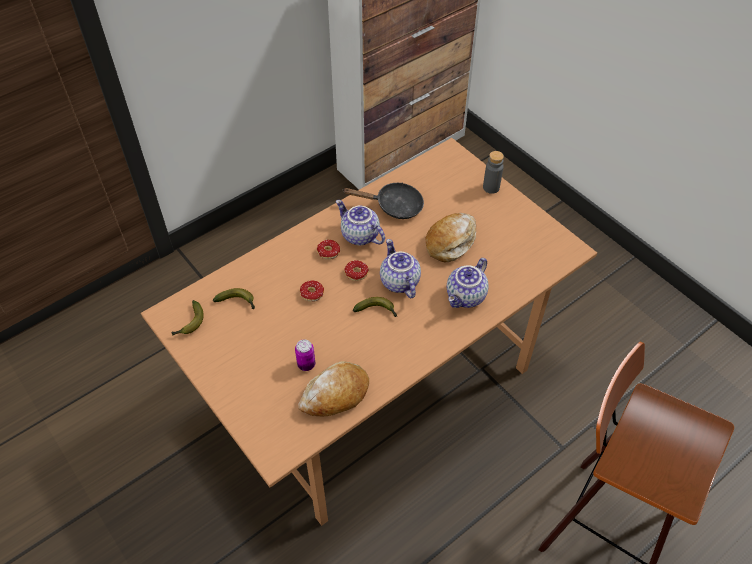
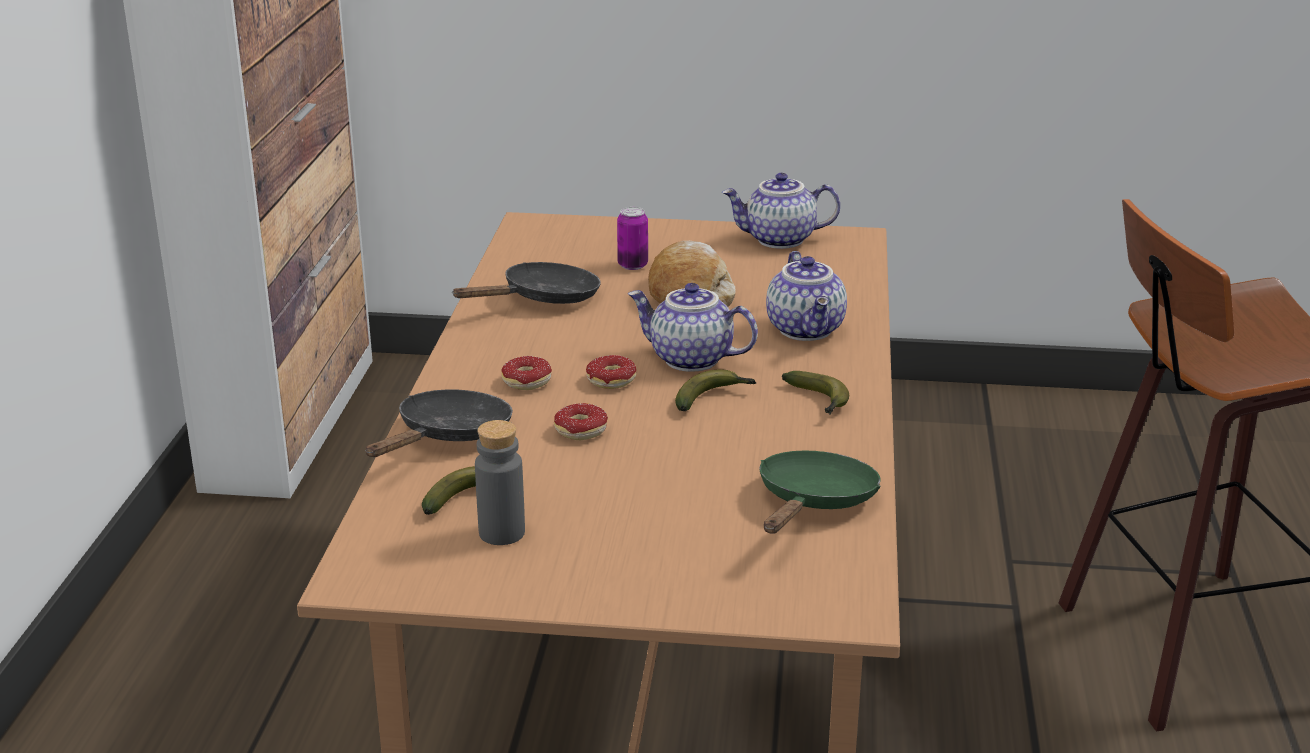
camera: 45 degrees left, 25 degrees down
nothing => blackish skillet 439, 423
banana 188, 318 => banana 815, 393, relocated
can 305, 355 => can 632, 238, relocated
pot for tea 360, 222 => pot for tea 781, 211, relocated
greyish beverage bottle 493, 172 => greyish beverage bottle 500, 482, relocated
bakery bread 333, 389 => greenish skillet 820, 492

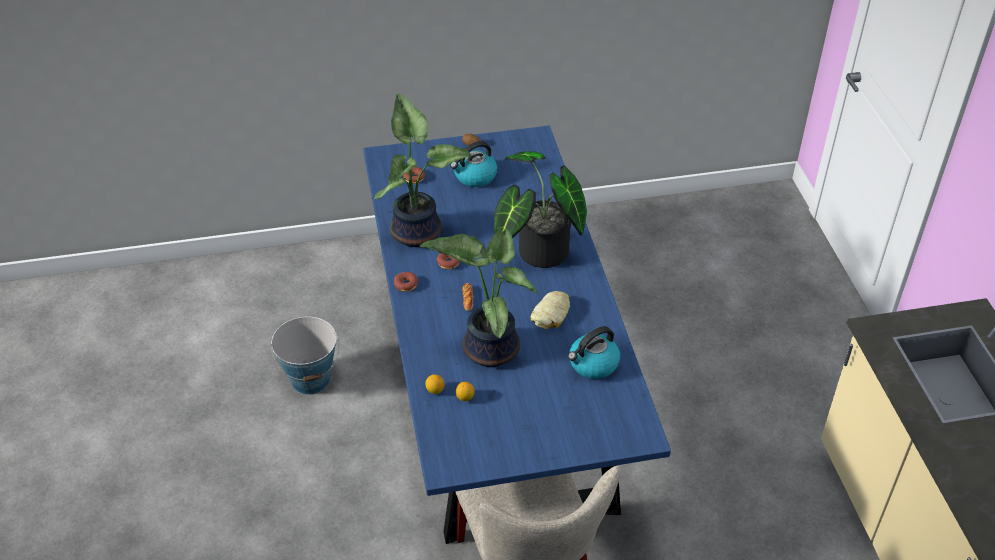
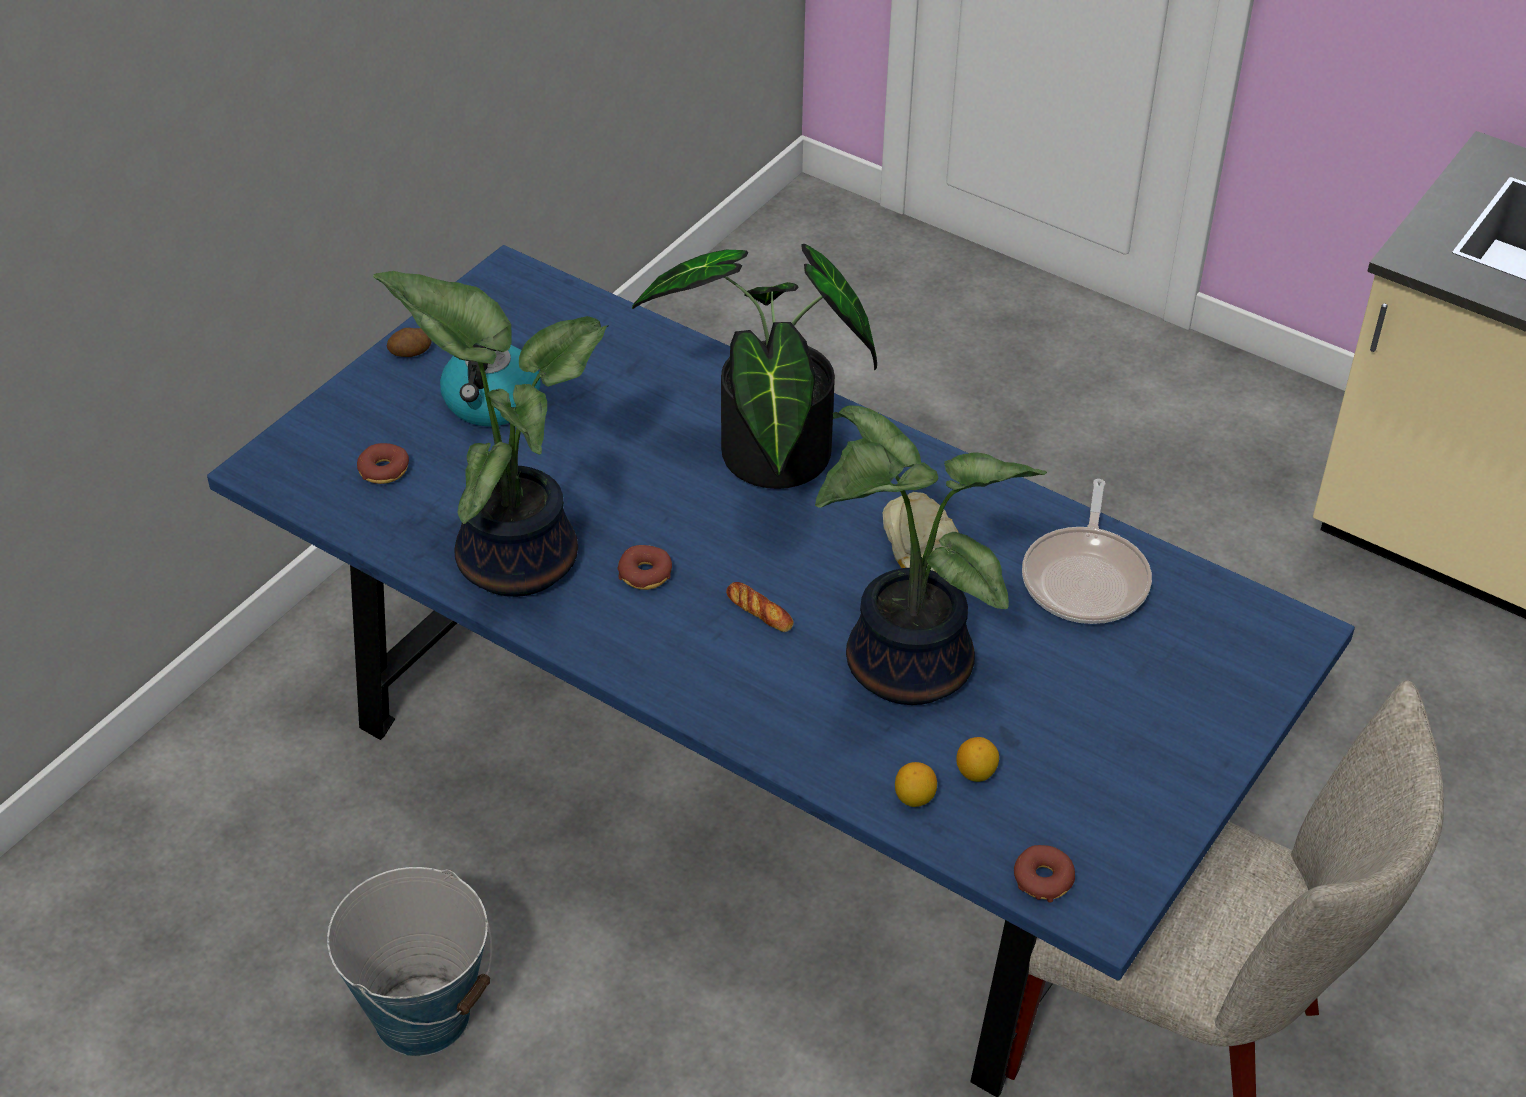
camera: 45 degrees left, 0 degrees up
ring doughnut 406, 282 => ring doughnut 1044, 874, relocated
water kettle 594, 352 => skillet 1087, 551

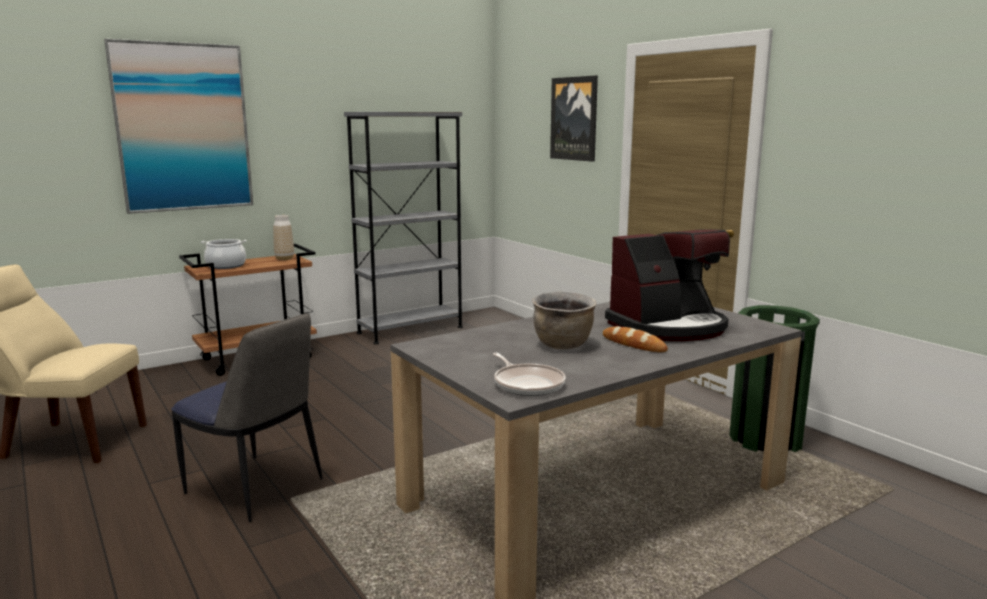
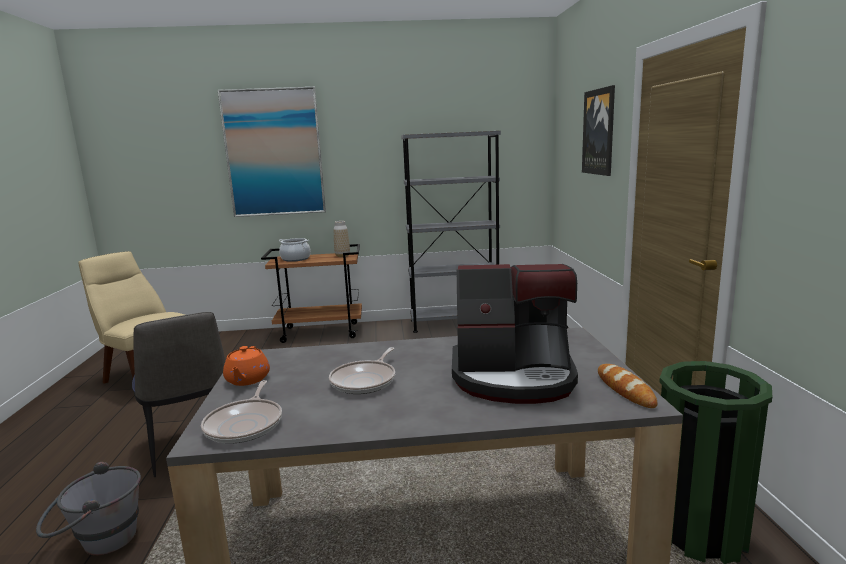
camera: 30 degrees right, 0 degrees up
nothing => greyish water bucket 88, 508
nothing => orangey pot for tea 246, 366
bakery bread 635, 339 => bakery bread 628, 386, relocated
brownish stockpot 564, 320 => skillet 362, 370

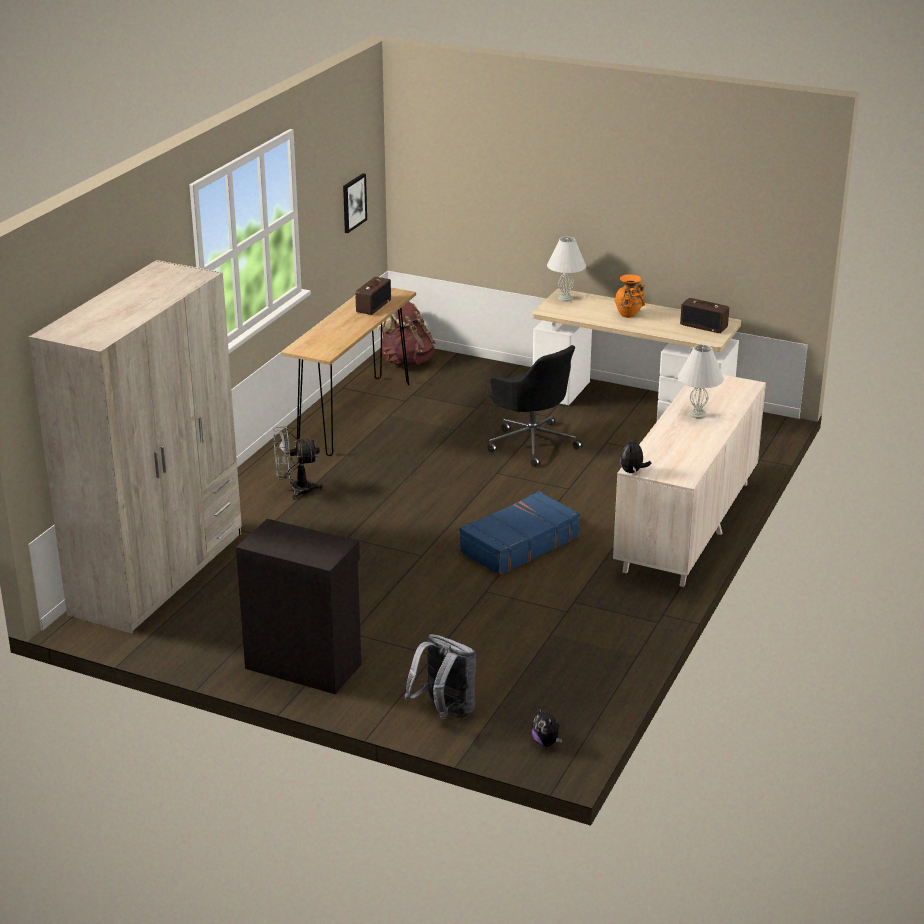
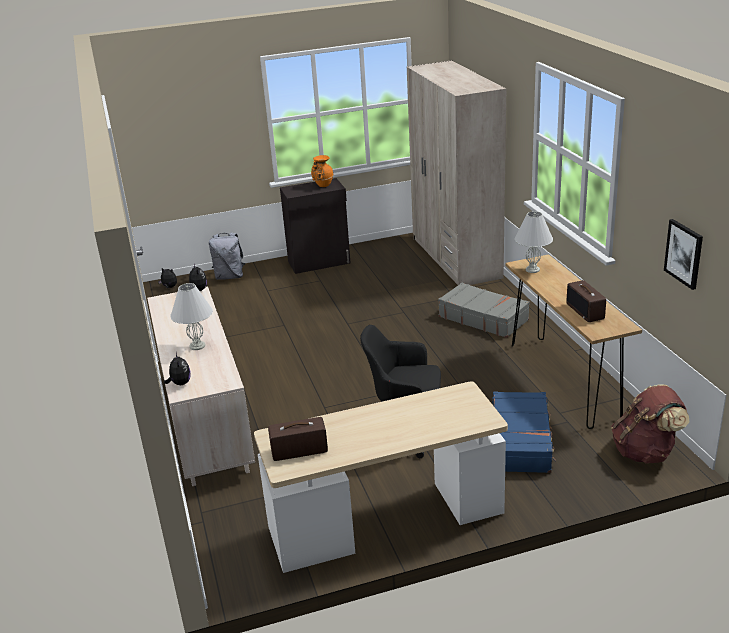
camera: 140 degrees right, 0 degrees up
nothing => soft toy 177, 368
blue piece of luggage 520, 533 => blue piece of luggage 524, 432, relocated
white-coloured table lamp 566, 269 => white-coloured table lamp 534, 242, relocated
orangey decorative vase 629, 296 => orangey decorative vase 322, 171, relocated
greyish cooling fan 298, 463 => greyish piece of luggage 484, 310

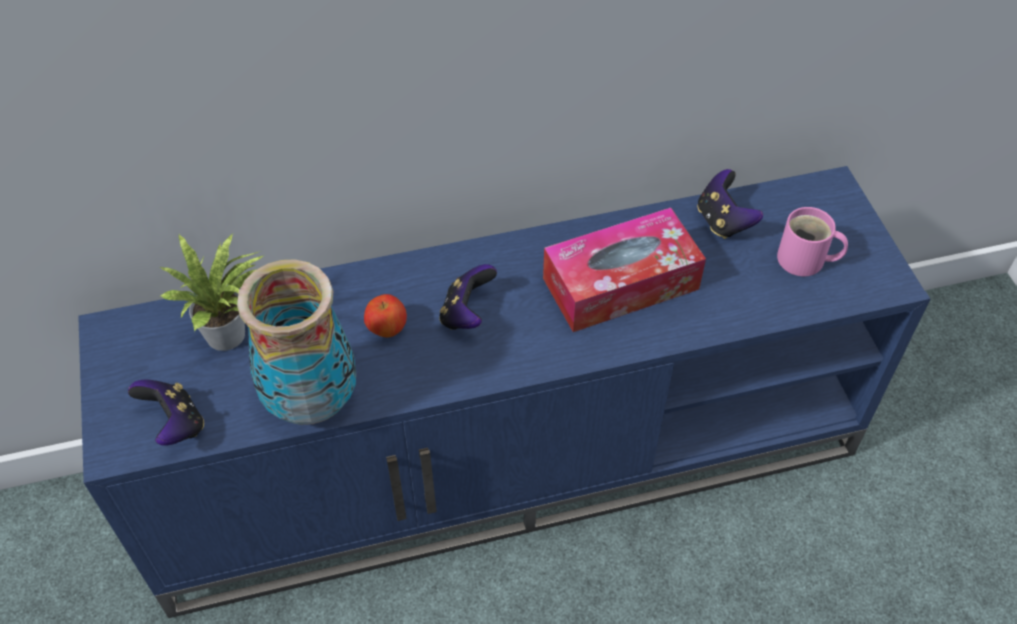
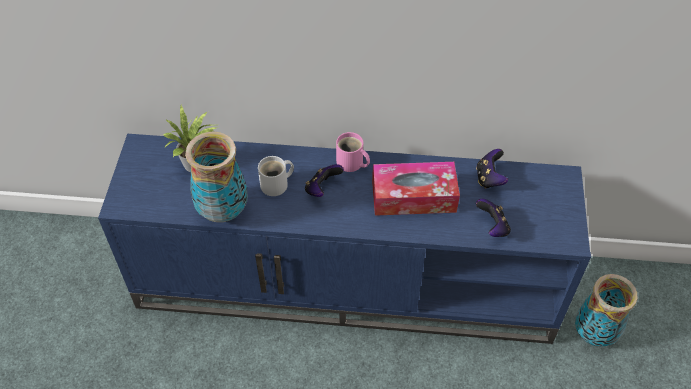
camera: 20 degrees right, 0 degrees up
nothing => decorative vase 606, 310
gamepad 166, 413 => gamepad 493, 218, relocated
pinkish coffee mug 812, 241 => pinkish coffee mug 353, 152, relocated
apple fruit 385, 316 => white-coloured coffee mug 276, 176

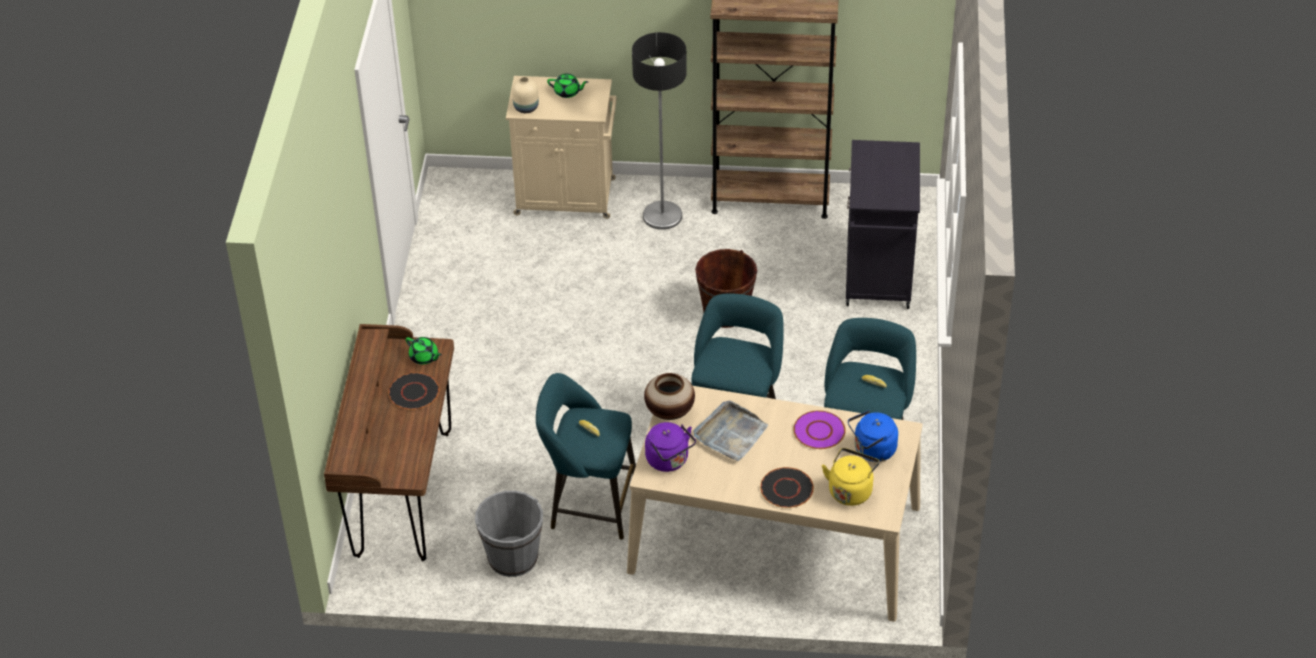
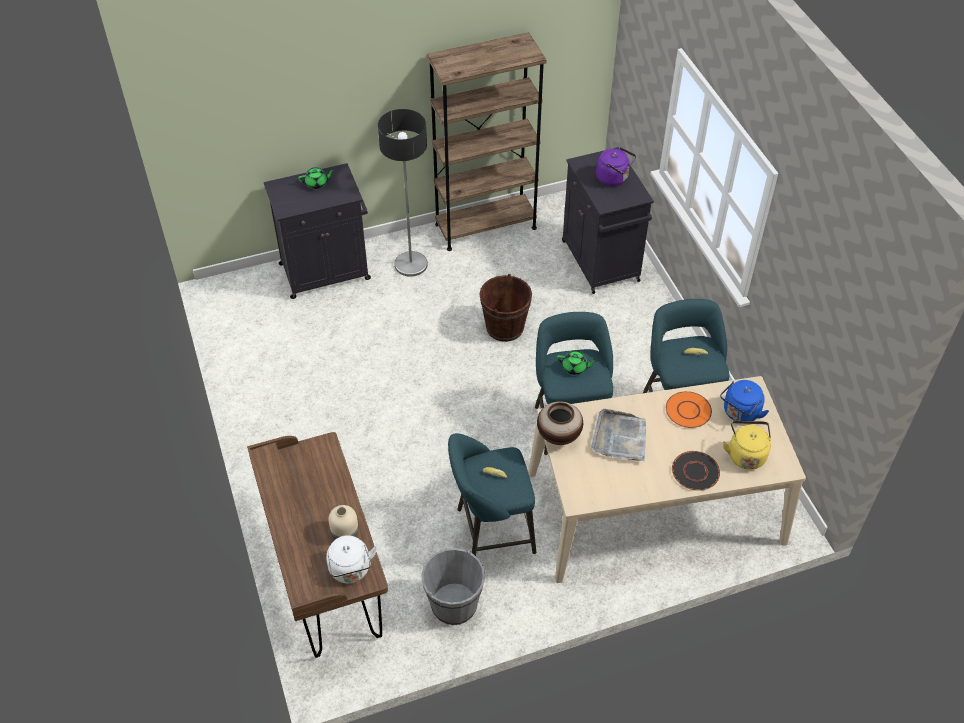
camera: 25 degrees left, 5 degrees up
blackish plate 413, 391 => nothing
nothing => white-coloured water kettle 351, 559
greenish pot for tea 424, 350 => greenish pot for tea 576, 362, relocated
beige-coloured decorative vase 525, 94 => beige-coloured decorative vase 343, 522, relocated
purplish water kettle 670, 447 => purplish water kettle 616, 166, relocated
beige-coloured cabinet 561, 147 => blackish cabinet 317, 231
purplish plate 819, 429 => orangey plate 689, 409

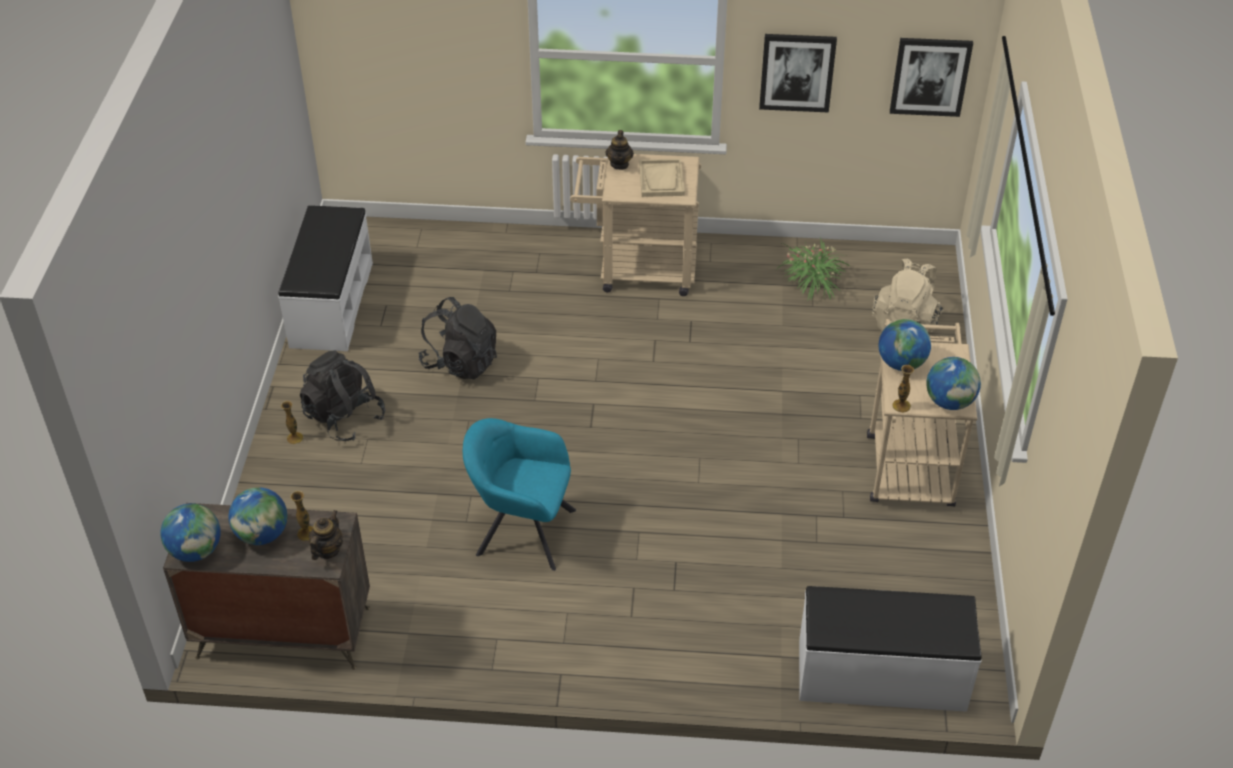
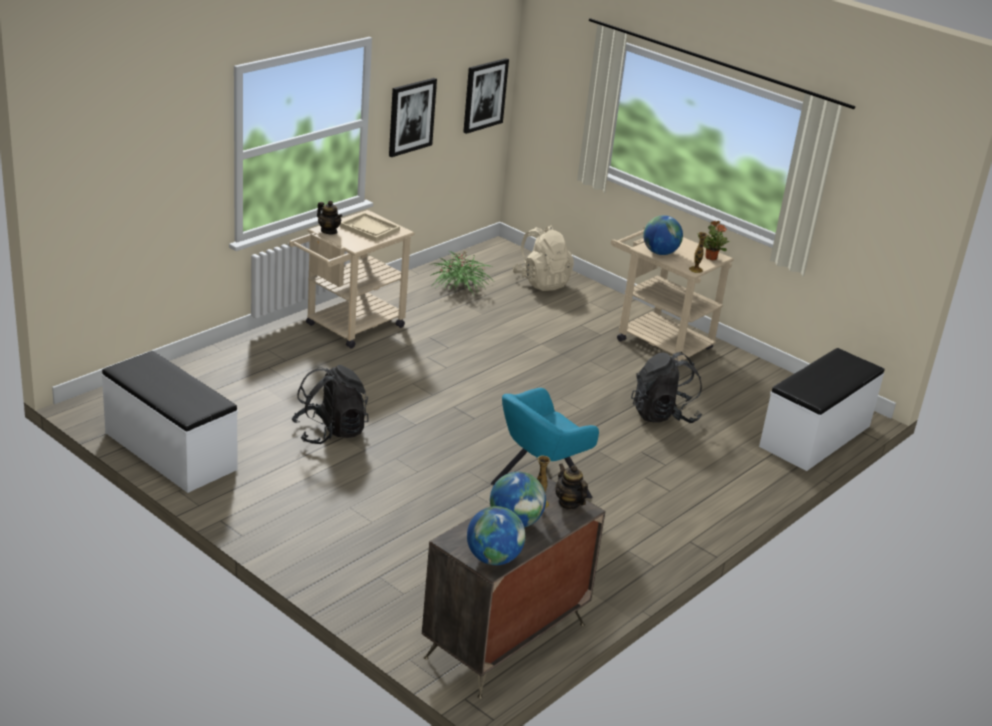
camera: 55 degrees left, 15 degrees down
decorative vase 292, 422 => nothing
blackish backpack 342, 395 => blackish backpack 666, 387, relocated
globe 953, 383 => plant in a pot 713, 240

